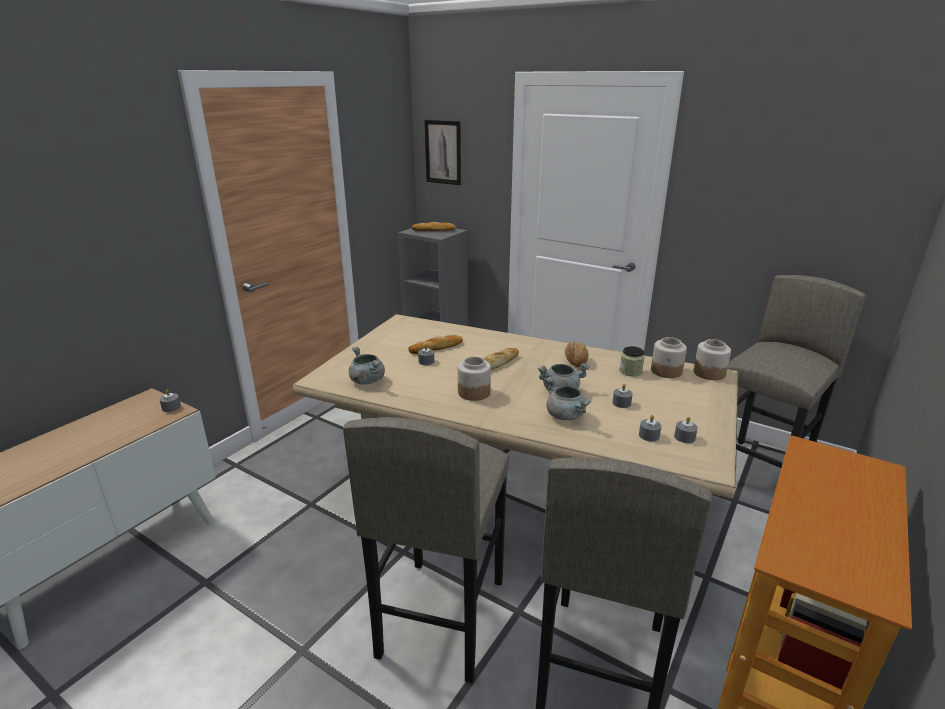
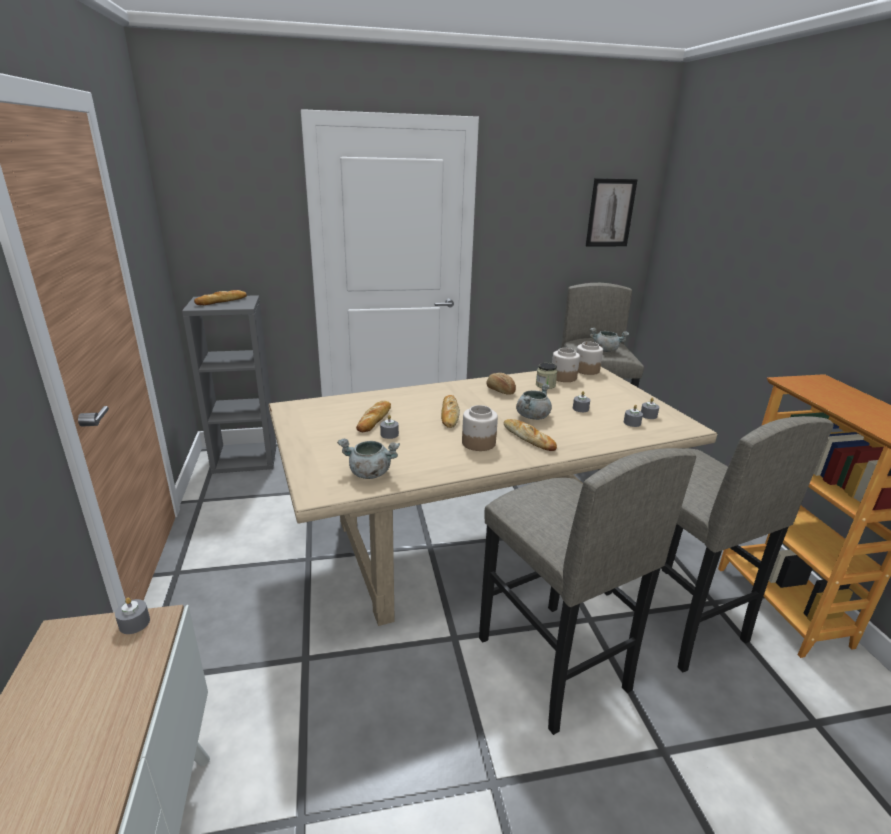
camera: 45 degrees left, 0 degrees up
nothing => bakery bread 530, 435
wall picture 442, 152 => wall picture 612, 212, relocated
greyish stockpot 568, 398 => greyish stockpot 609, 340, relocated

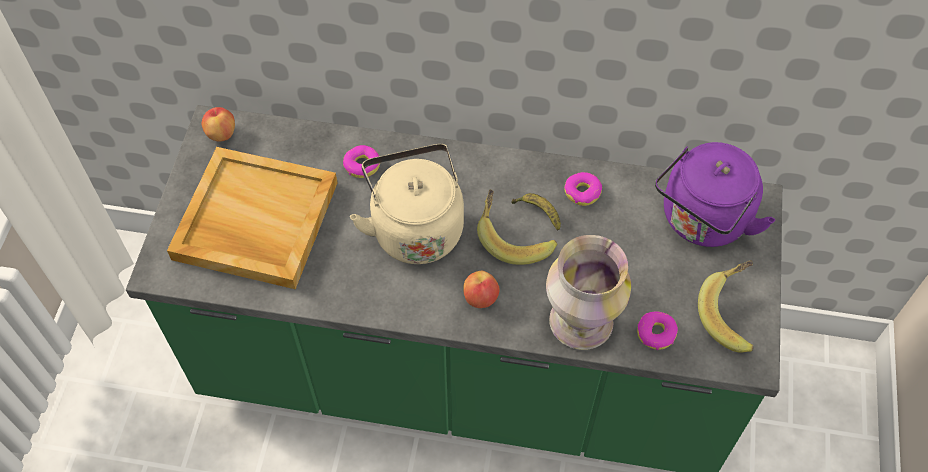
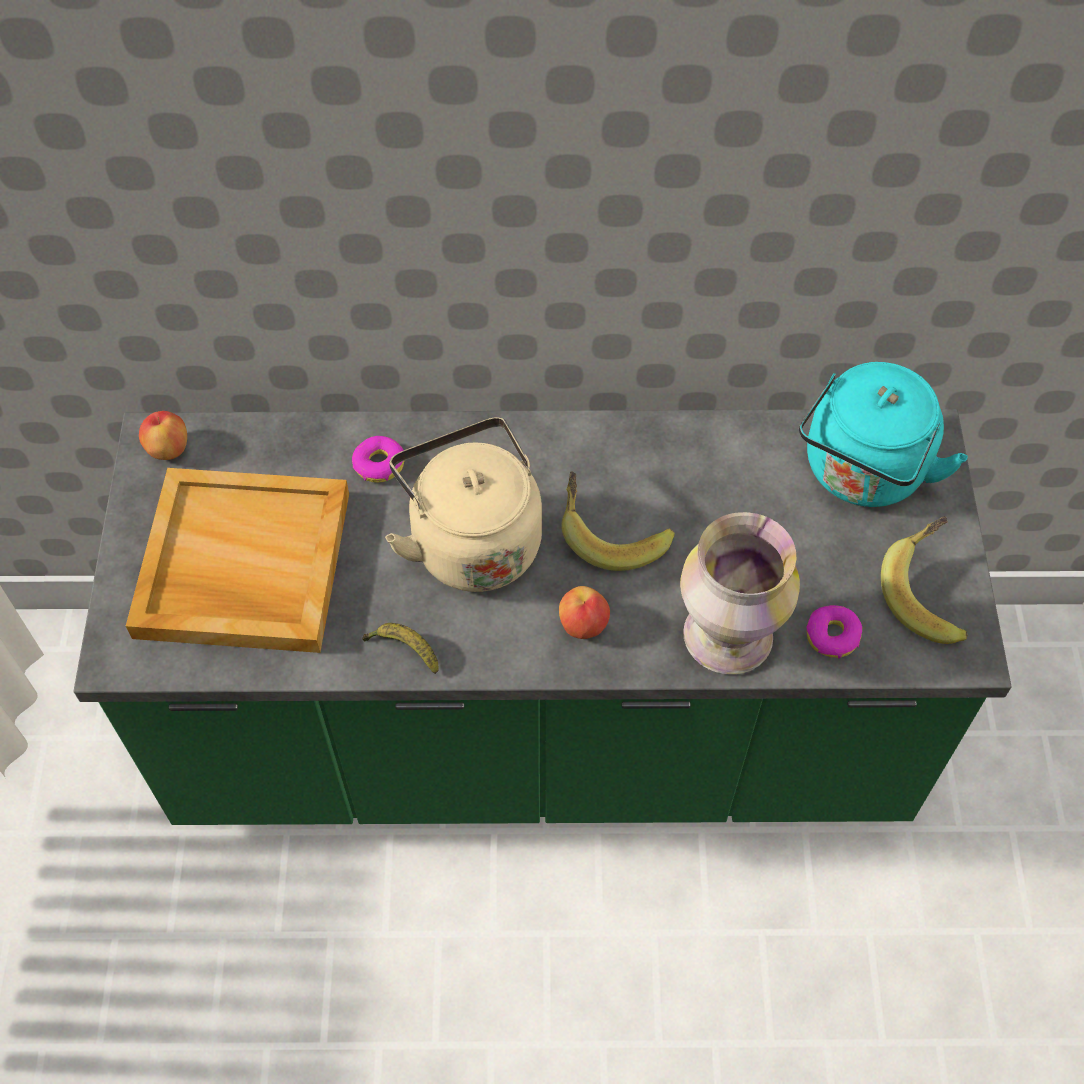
camera: 10 degrees left, 0 degrees up
ring doughnut 583, 189 => nothing
banana 536, 211 => banana 400, 648, relocated
purplish water kettle 715, 194 => blue-green water kettle 883, 434

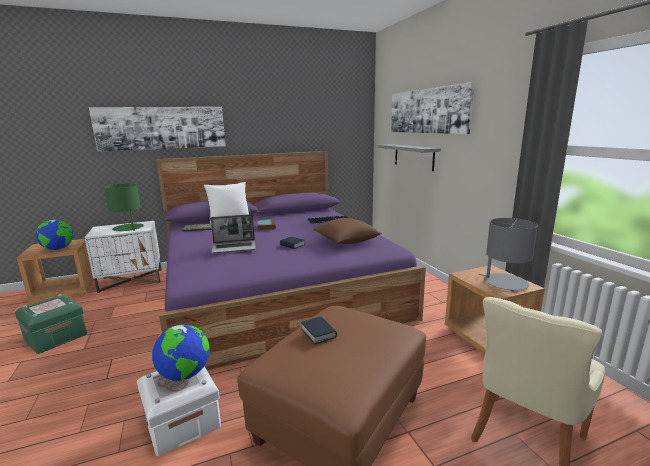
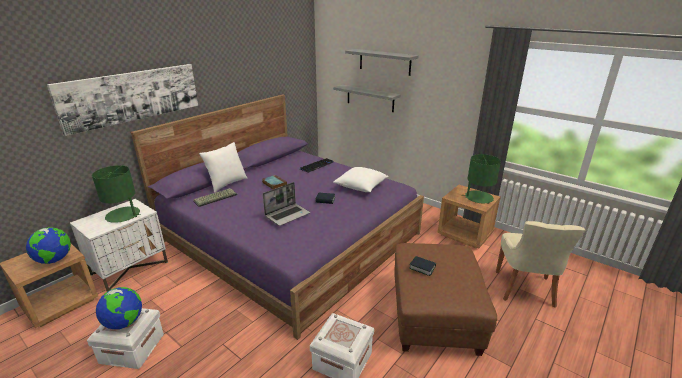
camera: 30 degrees left, 10 degrees up
globe 180, 352 => globe 119, 308, relocated
wall picture 433, 108 => greyish shelf 382, 62
greenish storage container 51, 324 => white-coloured storage container 125, 338
brownish throw pillow 347, 231 => white-coloured throw pillow 361, 179
greyish table lamp 508, 255 => greenish table lamp 483, 179

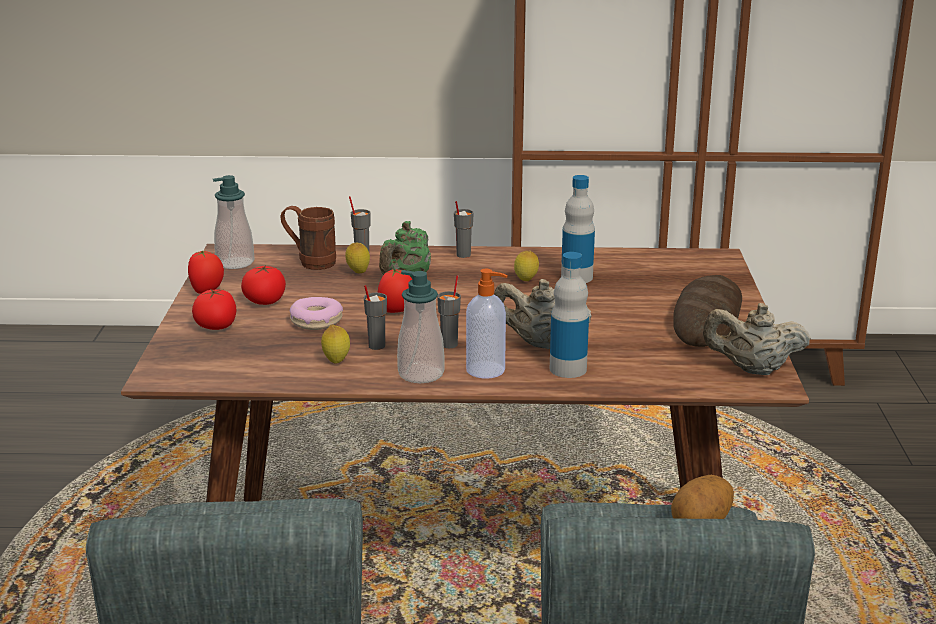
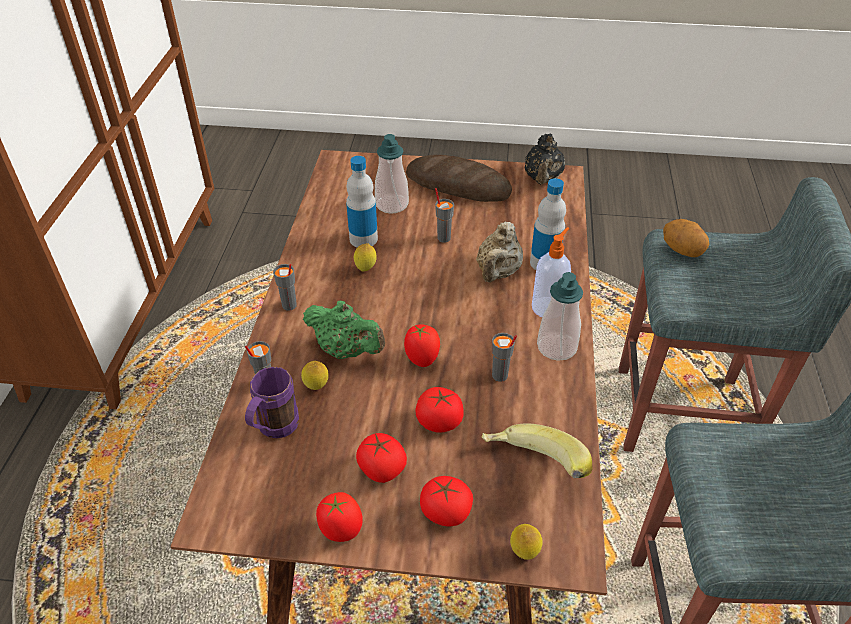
camera: 85 degrees left, 20 degrees up
nothing => banana 537, 450
soap bottle 234, 222 => soap bottle 392, 174, relocated
lemon 335, 344 => lemon 526, 542, relocated
greyish small cup 449, 311 => greyish small cup 444, 215, relocated
ring doughnut 316, 313 => fresh tomato 439, 410
brownish coffee mug 308, 238 => purplish coffee mug 272, 402
beige-coloured pot for tea 757, 339 => blackish pot for tea 545, 159

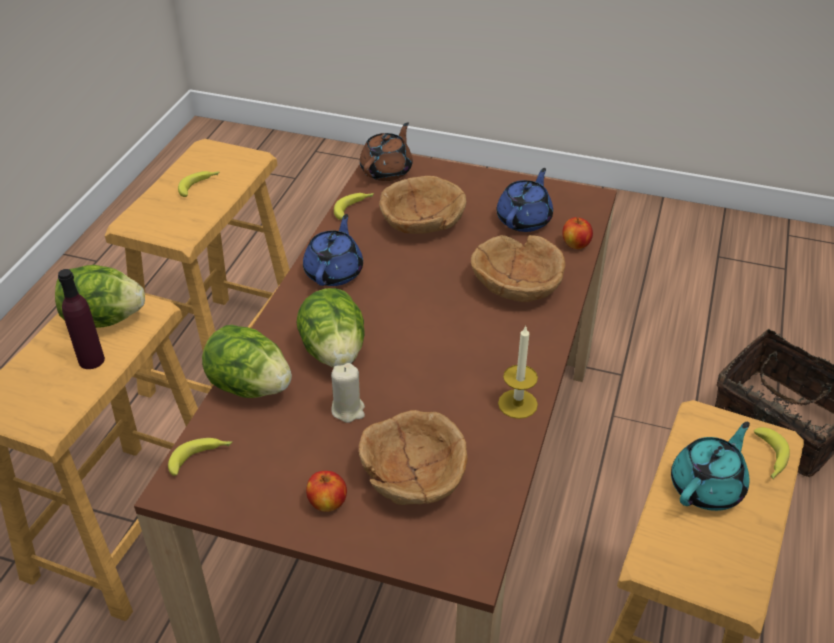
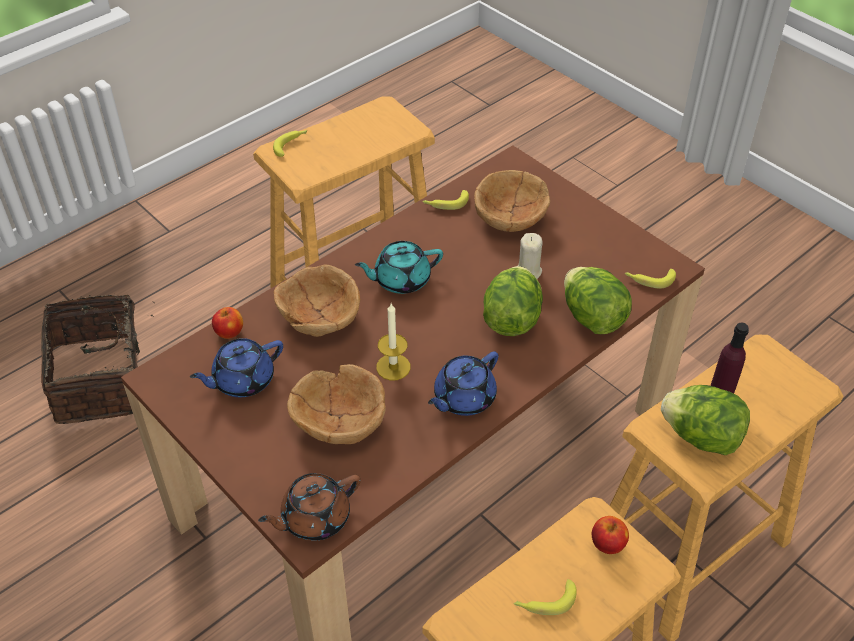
camera: 150 degrees left, 5 degrees up
apple fruit 326, 491 => apple fruit 610, 535, relocated
banana 354, 206 => banana 446, 200, relocated
wax candle 518, 372 => wax candle 393, 342, relocated
blue-green pot for tea 710, 466 => blue-green pot for tea 399, 267, relocated

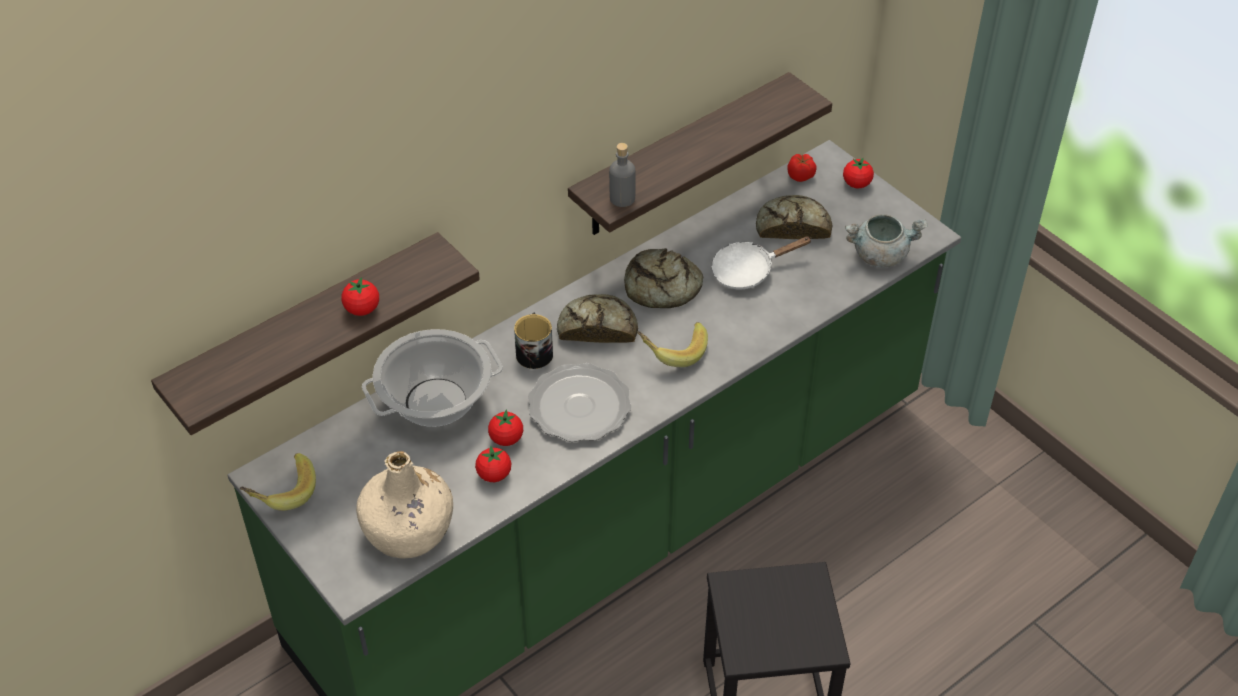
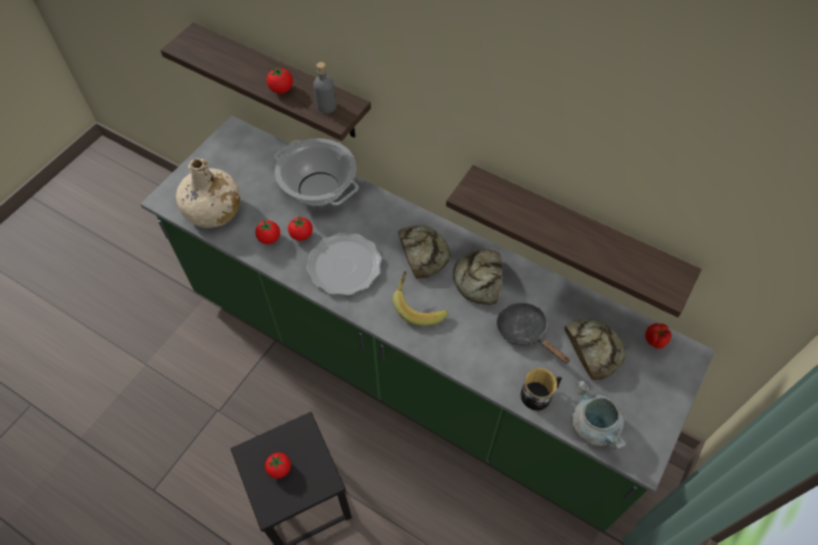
camera: 70 degrees right, 10 degrees up
banana 278, 482 => nothing
coffee mug 533, 340 => coffee mug 541, 389, relocated
greyish beverage bottle 622, 175 => greyish beverage bottle 325, 87, relocated
fresh tomato 858, 172 => fresh tomato 278, 465, relocated
white-coloured skillet 761, 262 => blackish skillet 533, 333

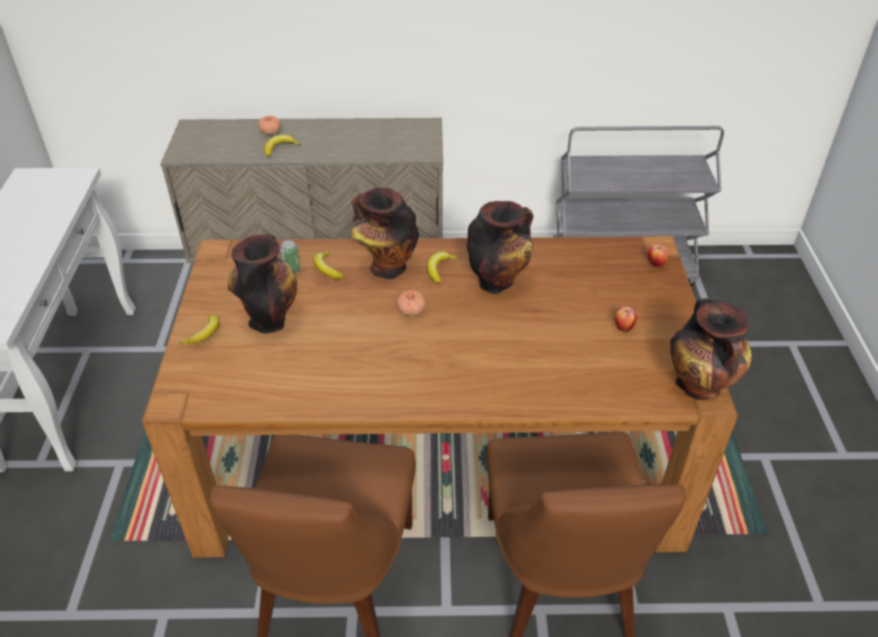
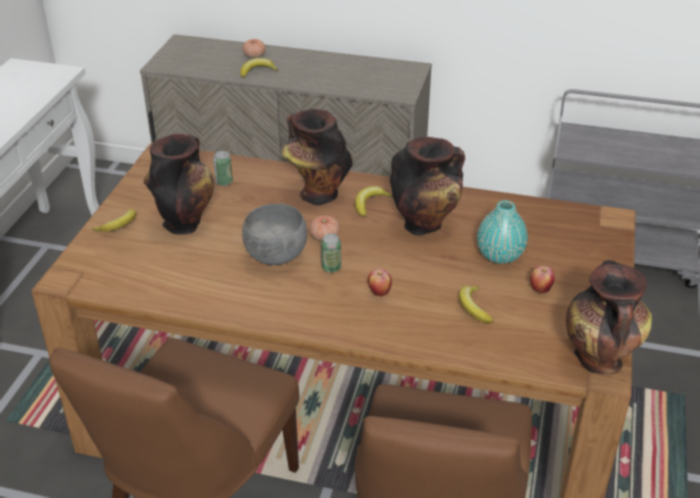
camera: 15 degrees right, 5 degrees down
nothing => greyish deep dish 274, 234
nothing => can 331, 253
nothing => blue-green decorative vase 502, 232
banana 328, 265 => banana 476, 304, relocated
apple fruit 658, 255 => apple fruit 380, 282, relocated

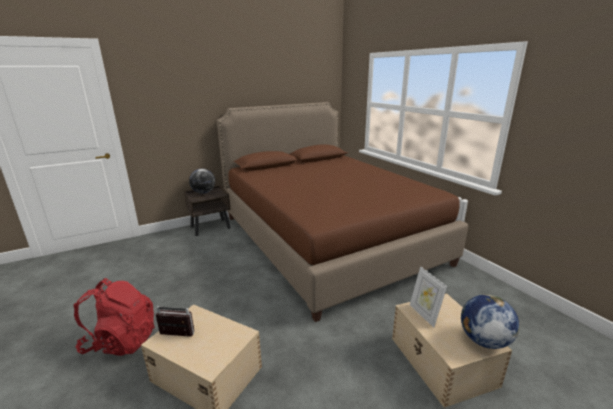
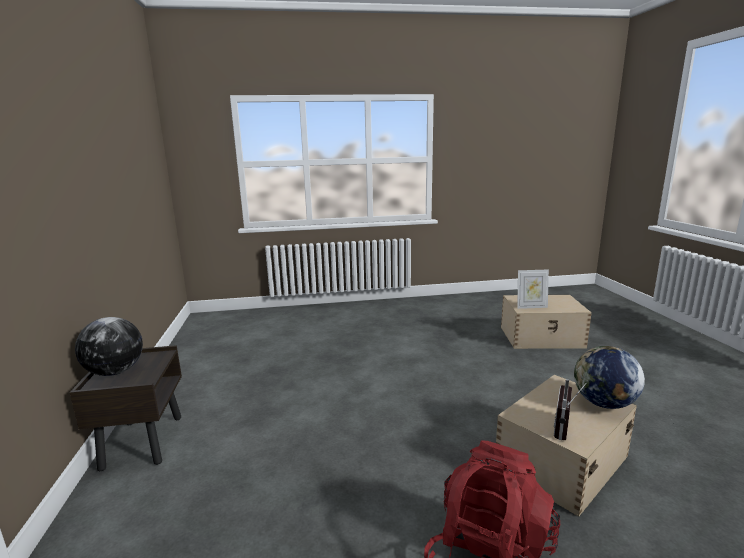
camera: 70 degrees left, 5 degrees down
brownish bed 342, 212 => nothing
globe 490, 321 => globe 609, 377, relocated

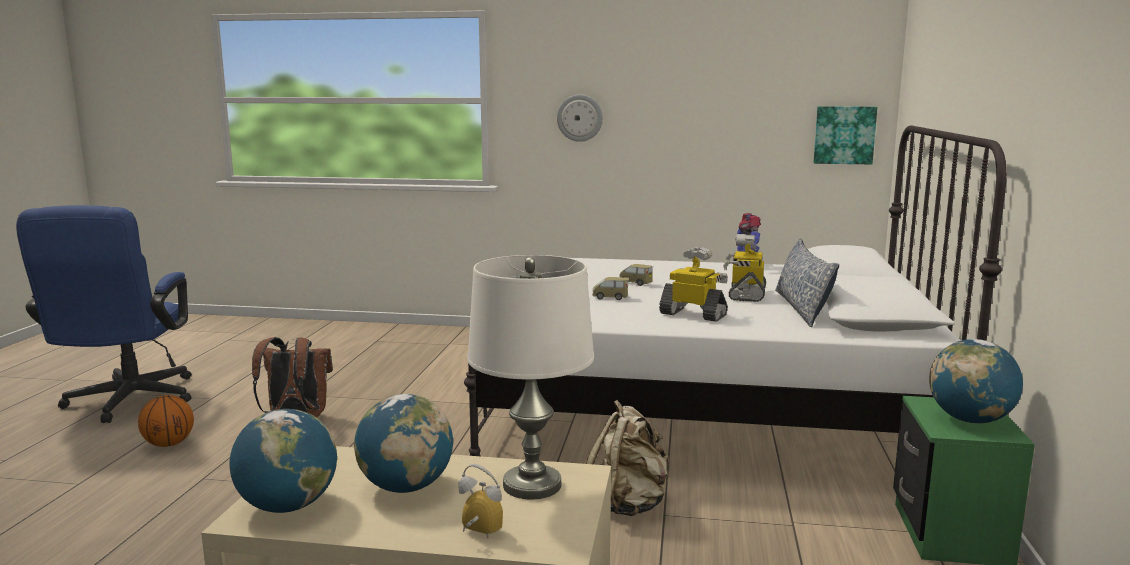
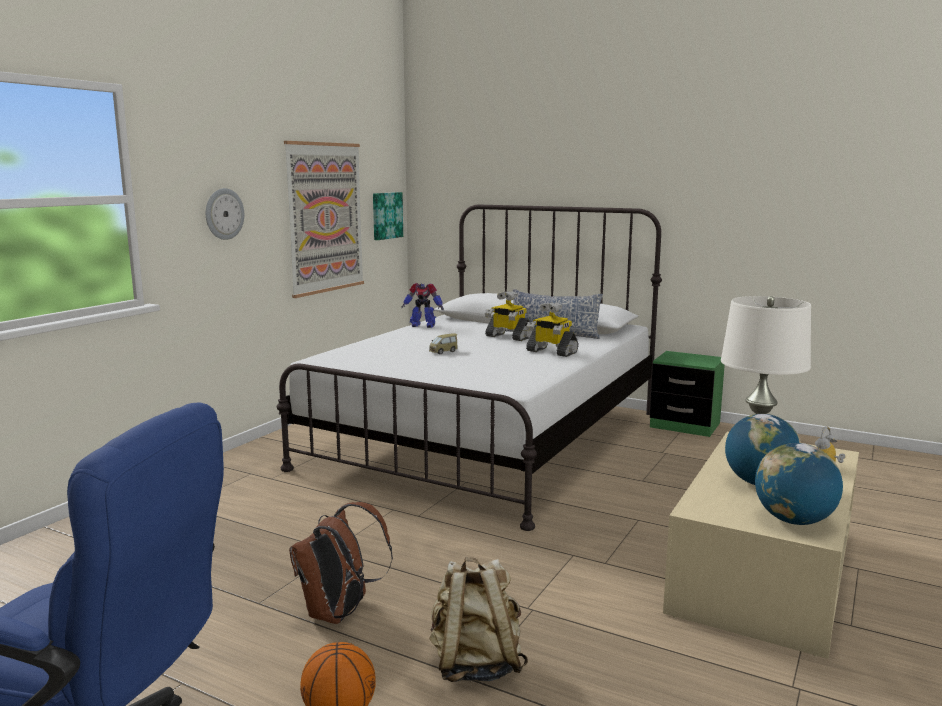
camera: 70 degrees left, 0 degrees up
toy car 610, 288 => nothing
globe 976, 381 => nothing
nothing => wall picture 324, 219
beige-coloured backpack 627, 458 => beige-coloured backpack 478, 619, relocated
robot figure 693, 284 => robot figure 552, 329, 105 degrees counterclockwise

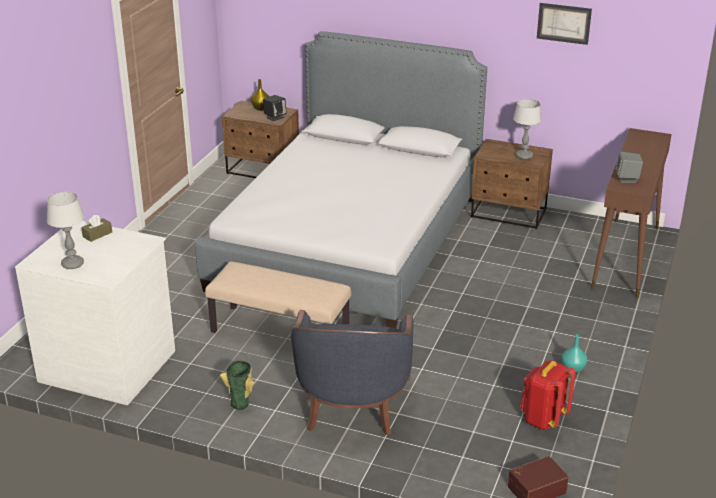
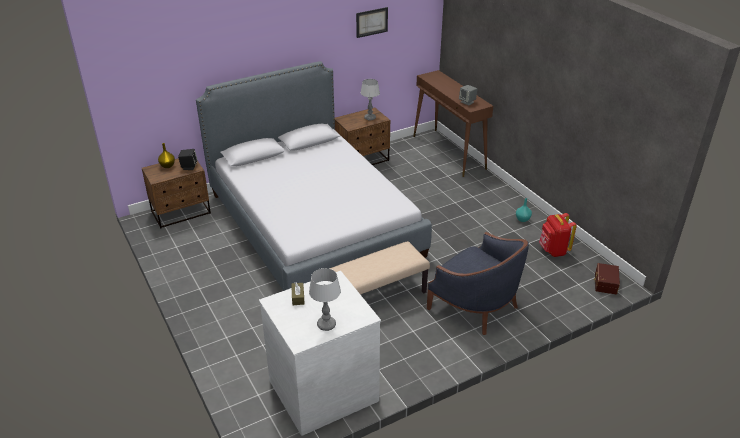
camera: 50 degrees left, 5 degrees up
decorative vase 237, 385 => nothing

